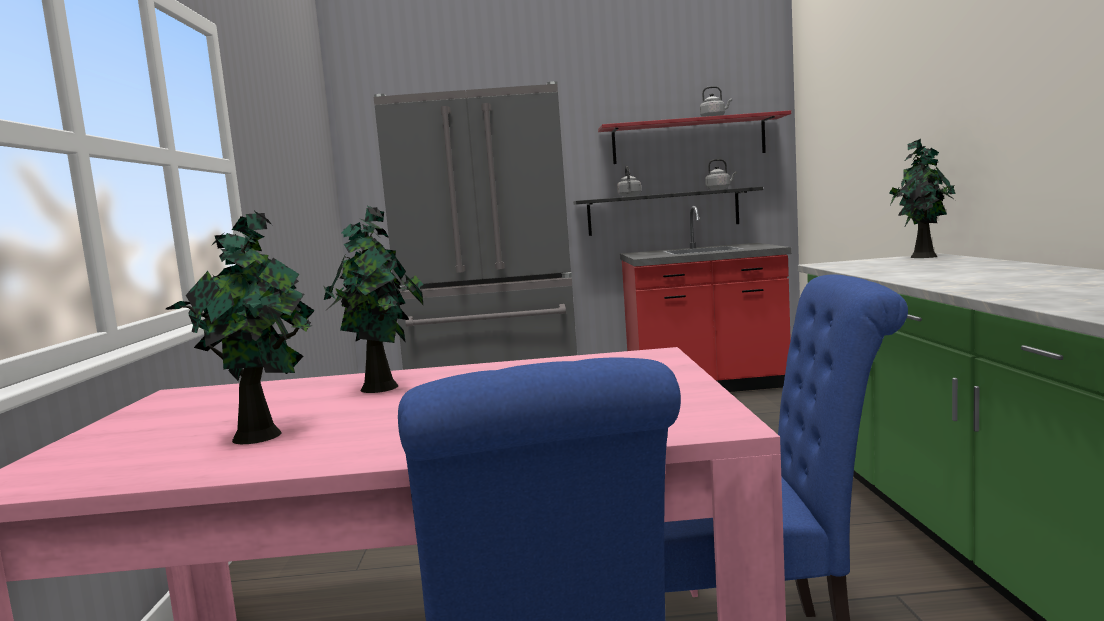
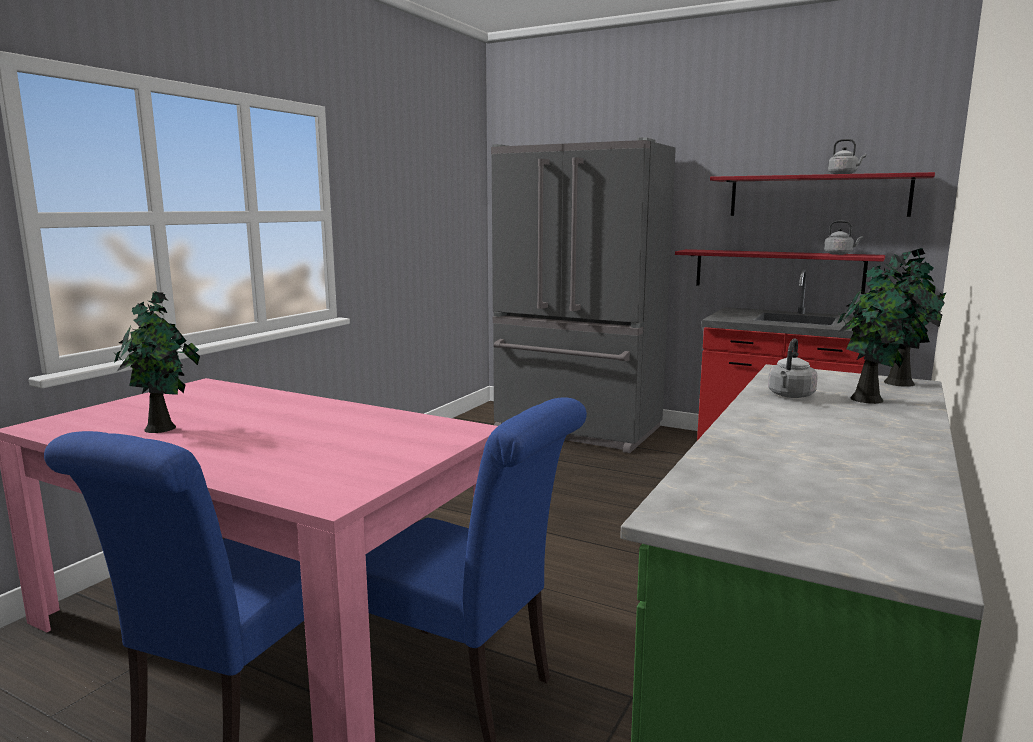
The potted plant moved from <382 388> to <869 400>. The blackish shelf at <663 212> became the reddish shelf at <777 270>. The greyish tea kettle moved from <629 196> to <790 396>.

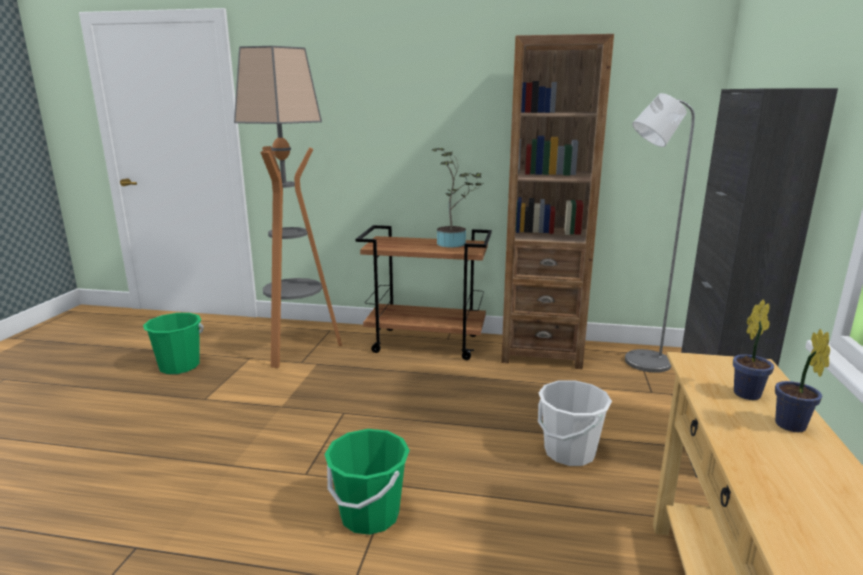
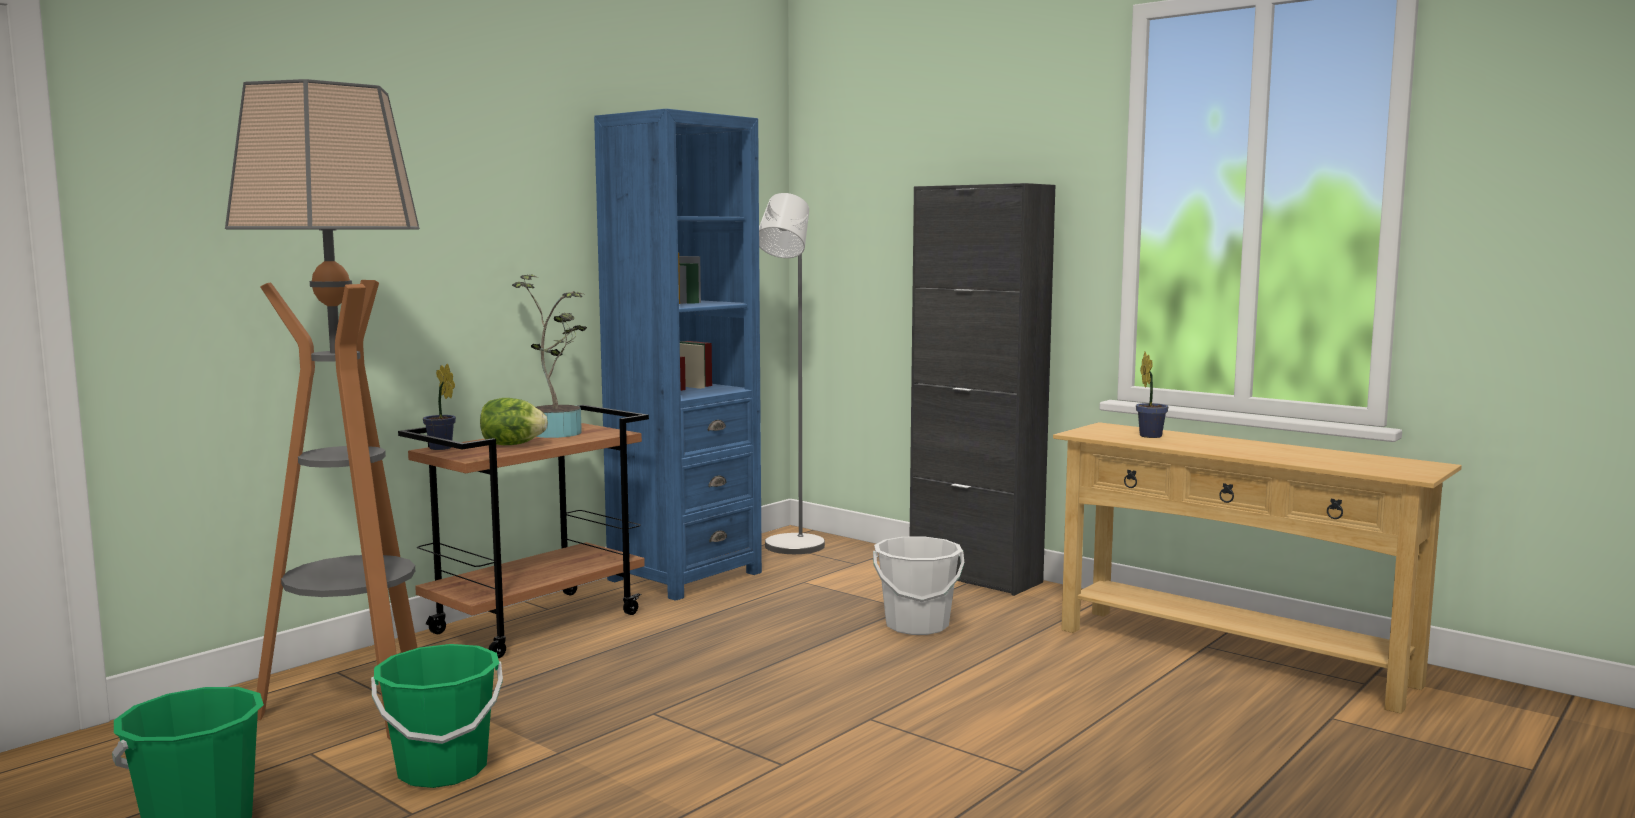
The green water bucket moved from <369 515> to <442 769>. The brown bookcase at <541 351> became the blue bookcase at <685 576>. The potted plant moved from <791 427> to <442 448>. The lettuce head at <512 445> appeared.

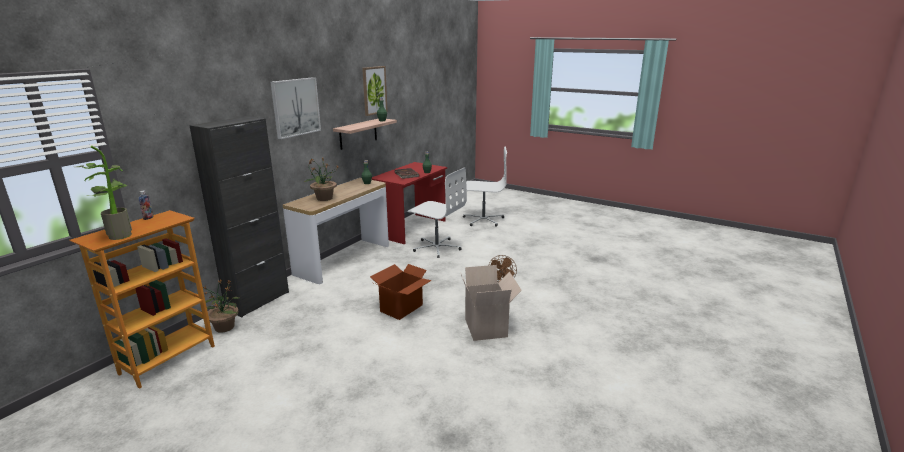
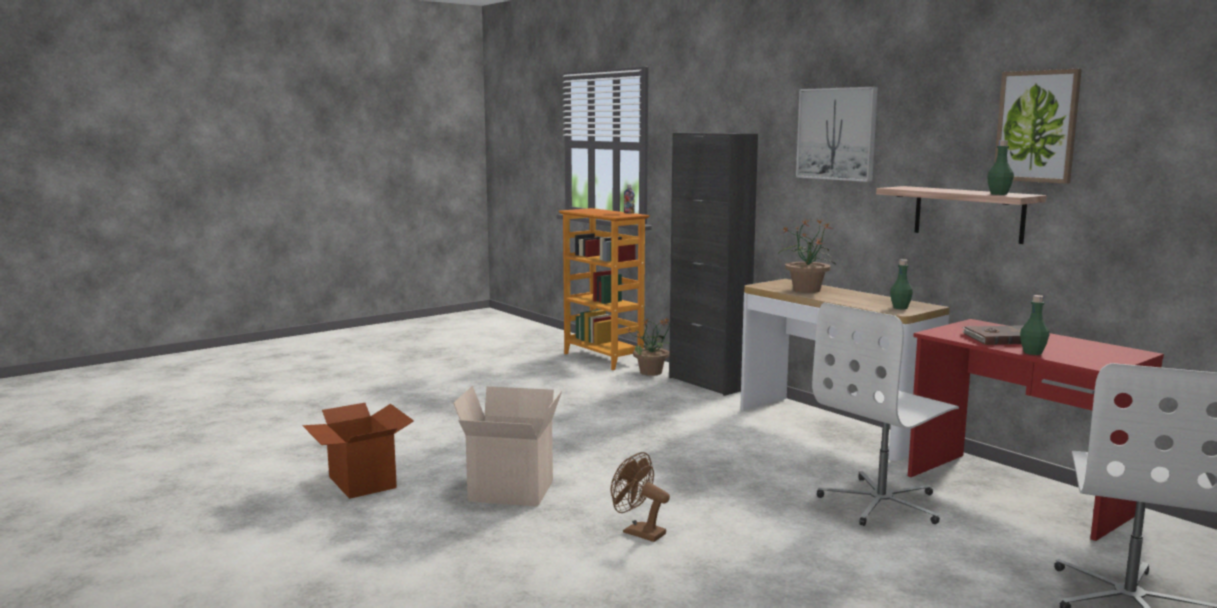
The potted plant at <118 235> disappeared. The carton moved from <402 308> to <361 482>.

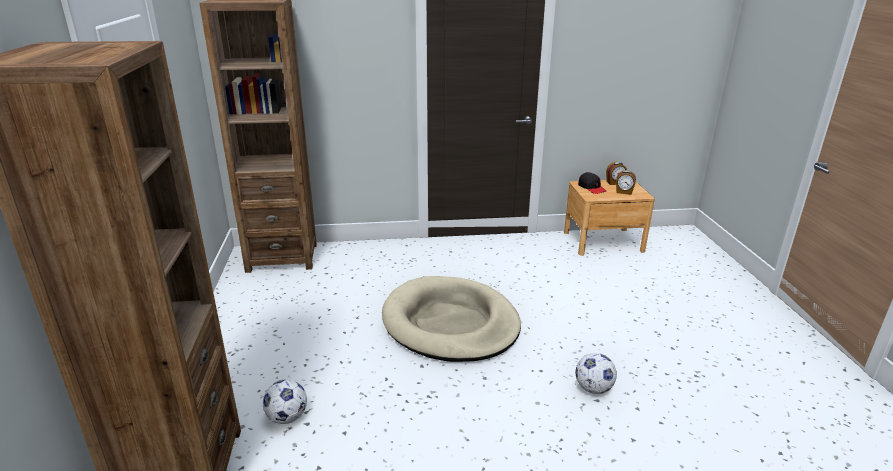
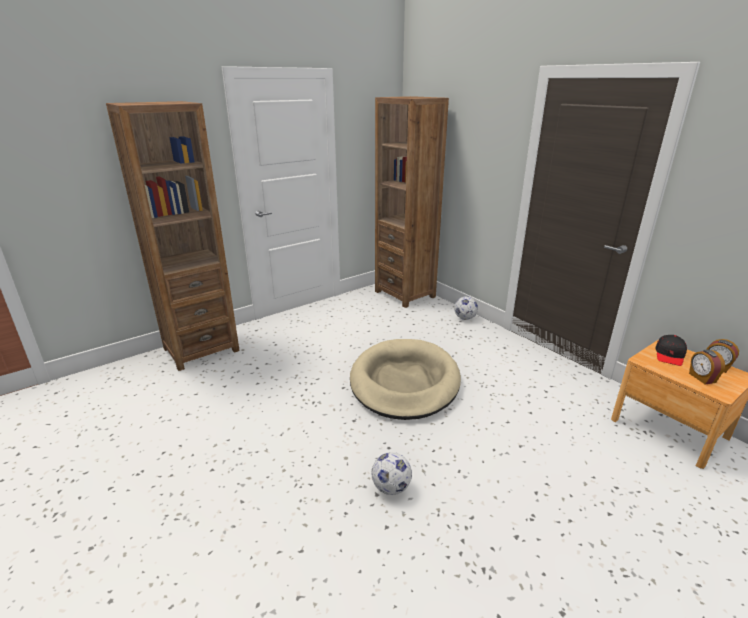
The football moved from <287 417> to <465 318>.

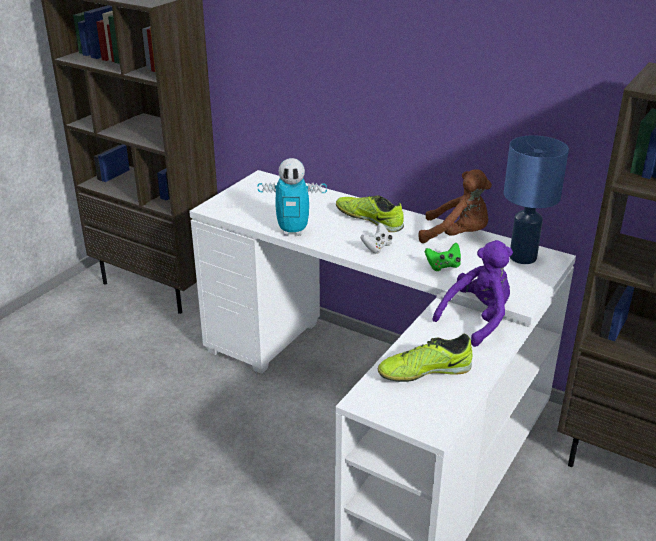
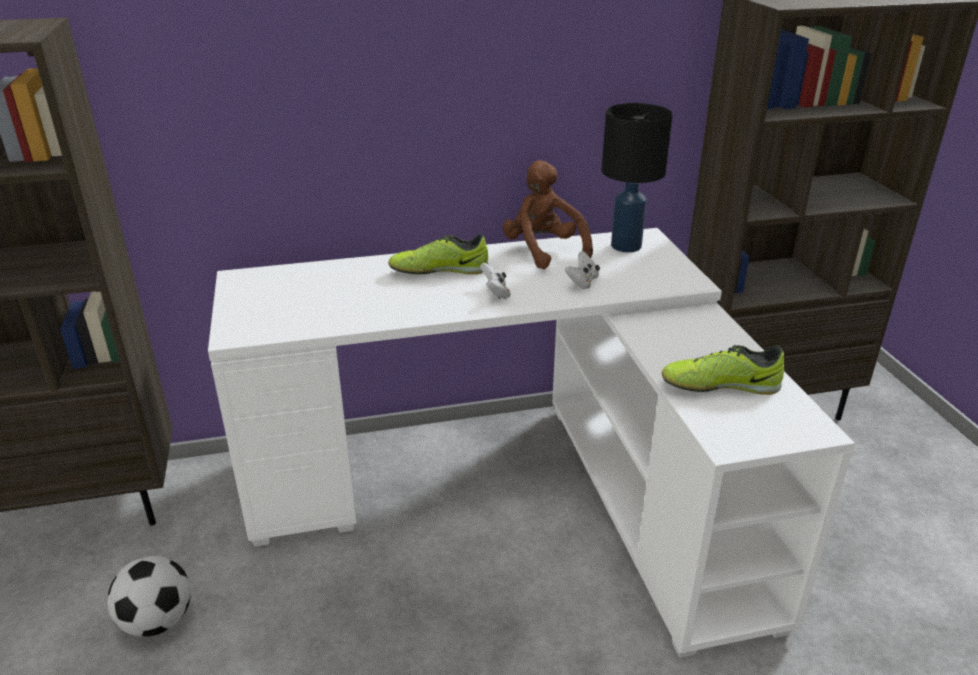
The model robot at <293 231> disappeared. The low shoe at <424 372> turned 60 degrees clockwise. The brown plush toy at <457 236> turned 90 degrees counterclockwise. The green gamepad at <443 266> became the white gamepad at <582 282>. The purplish plush toy at <477 320> disappeared. The blue tabletop lamp at <523 257> became the blackish tabletop lamp at <627 246>. The football at <158 621> appeared.

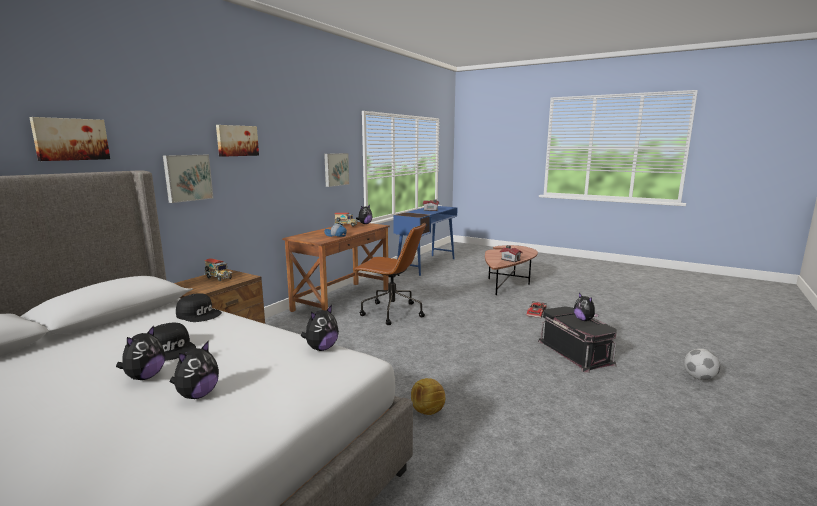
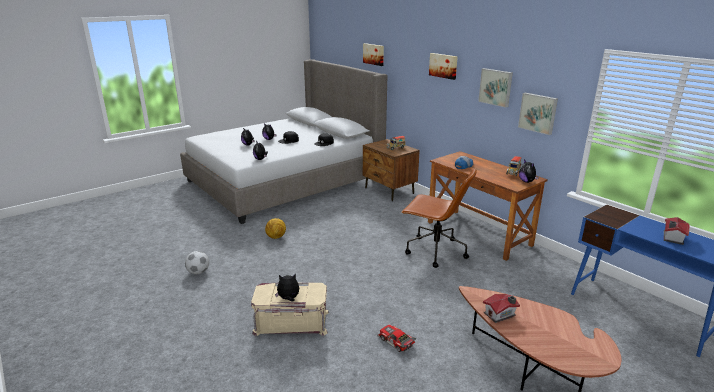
The picture moved from <187 177> to <496 87>. The brown computer chair at <391 313> turned 105 degrees counterclockwise. The blackish storage bin at <576 352> became the sand-coloured storage bin at <291 323>. The football moved from <699 378> to <198 272>.

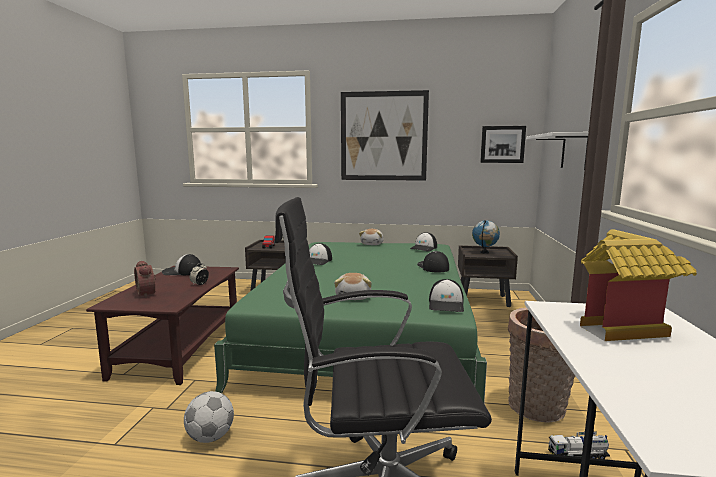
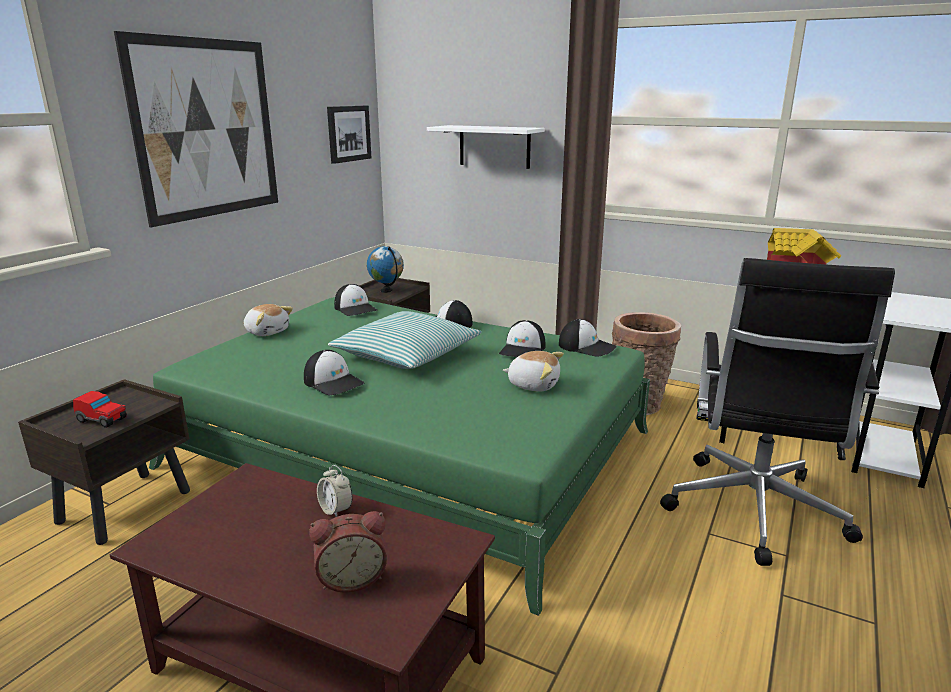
The baseball cap moved from <182 272> to <523 349>. The football at <211 437> disappeared. The cushion at <406 354> appeared.

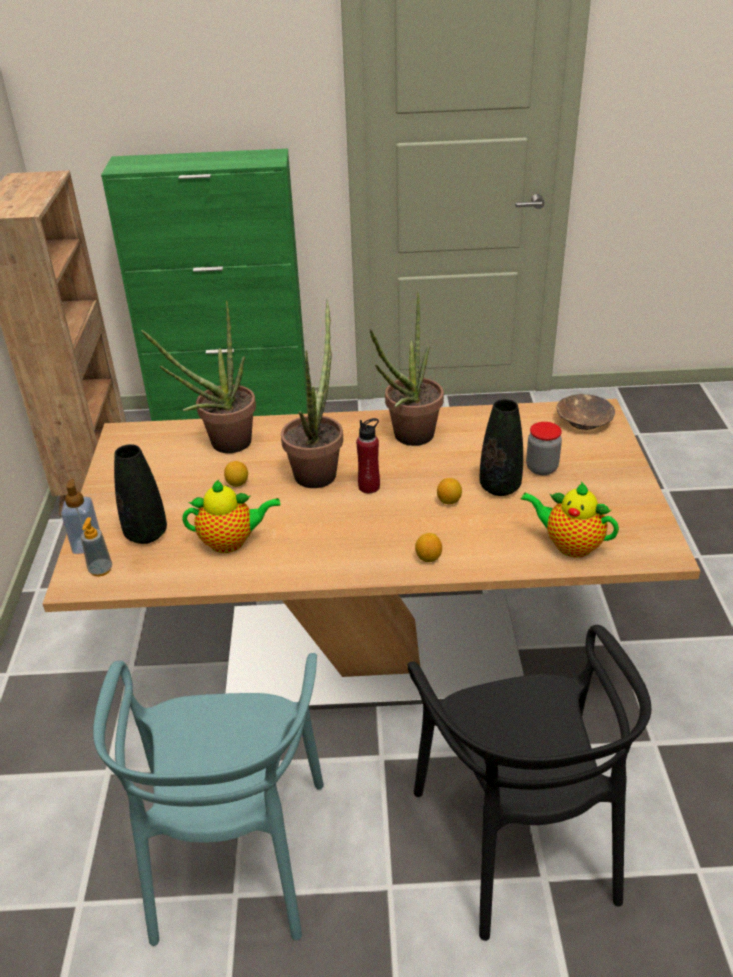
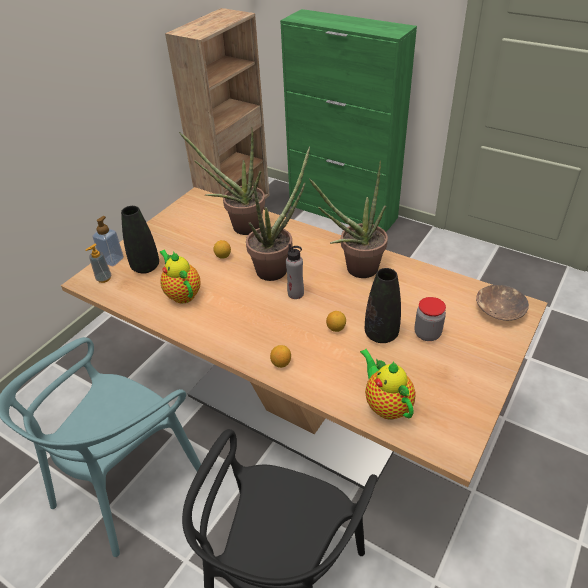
The pot for tea at <231 542> turned 150 degrees counterclockwise. The reddish bottle at <369 487> became the greyish bottle at <296 293>.

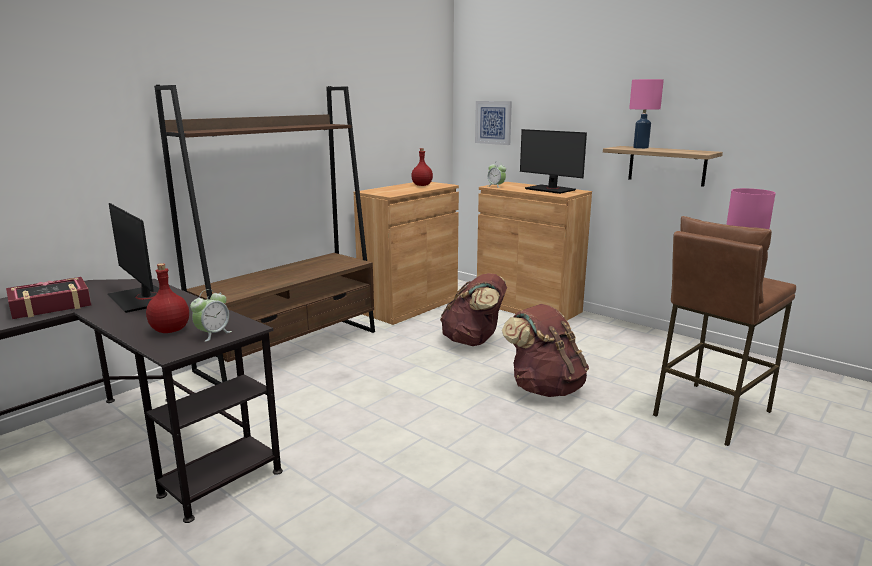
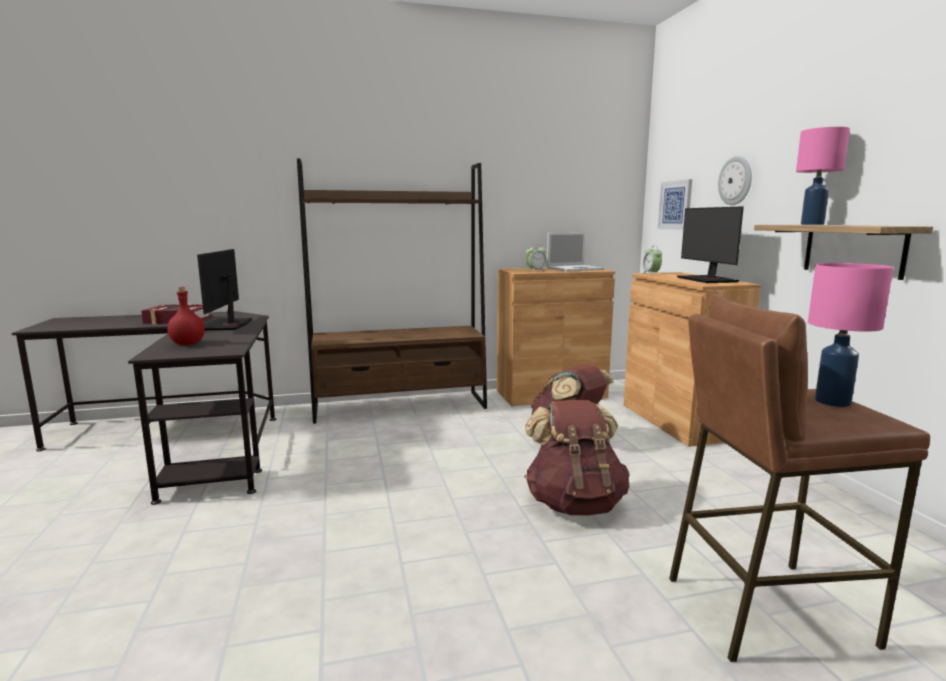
The table clock moved from <213 334> to <536 271>. The reddish bottle at <421 185> was replaced by the laptop at <575 269>. The wall clock at <735 181> appeared.

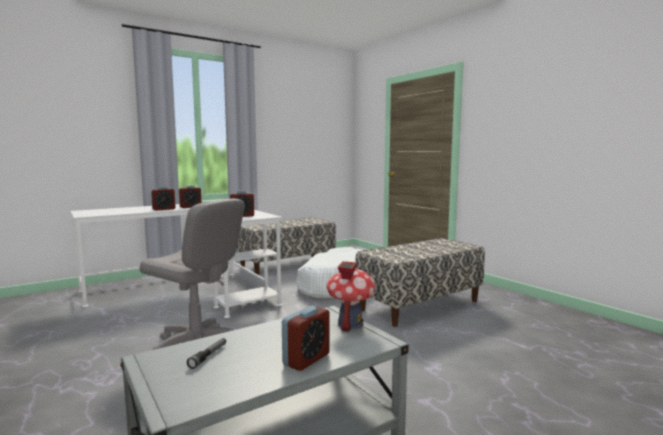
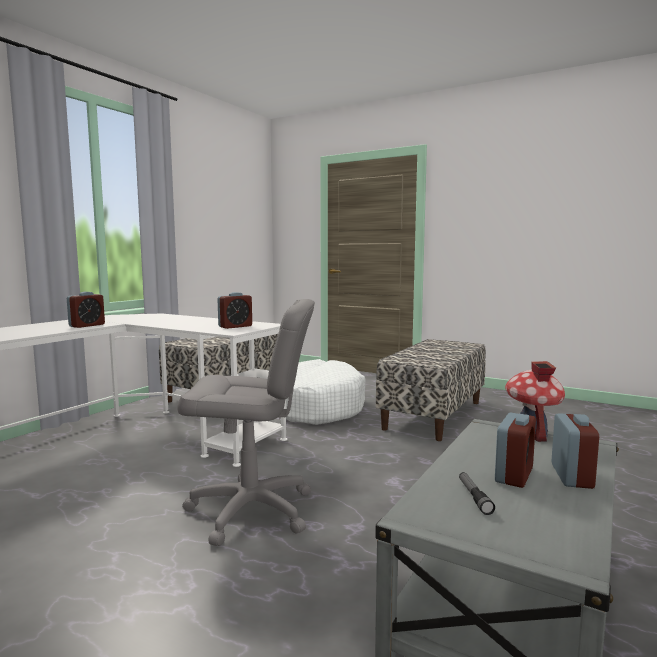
The table clock moved from <190 207> to <514 475>.

